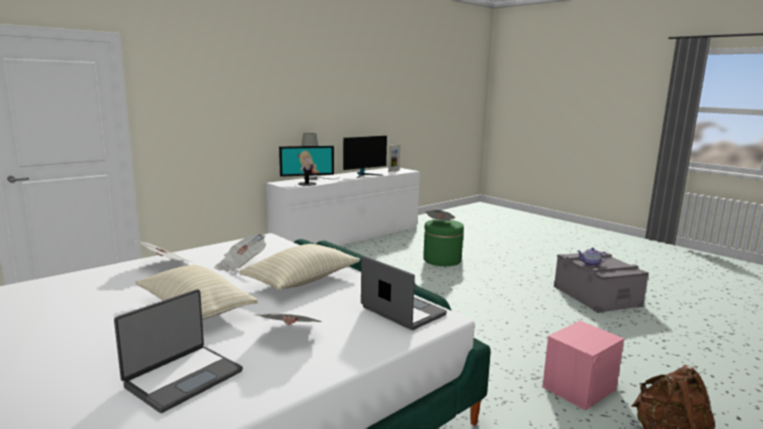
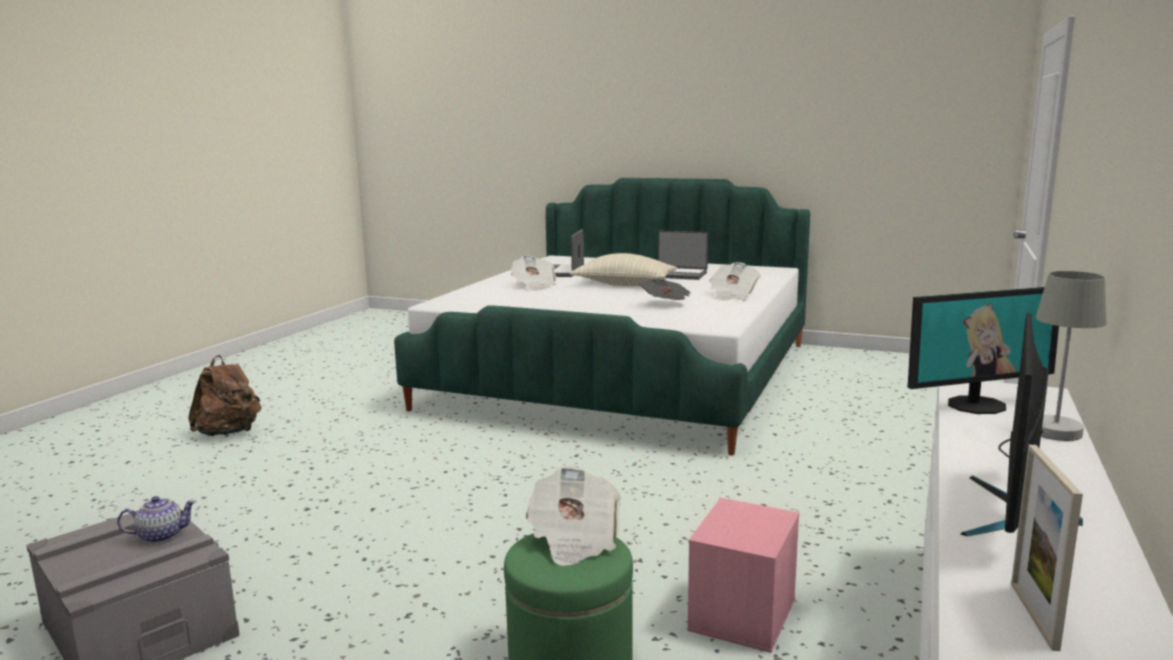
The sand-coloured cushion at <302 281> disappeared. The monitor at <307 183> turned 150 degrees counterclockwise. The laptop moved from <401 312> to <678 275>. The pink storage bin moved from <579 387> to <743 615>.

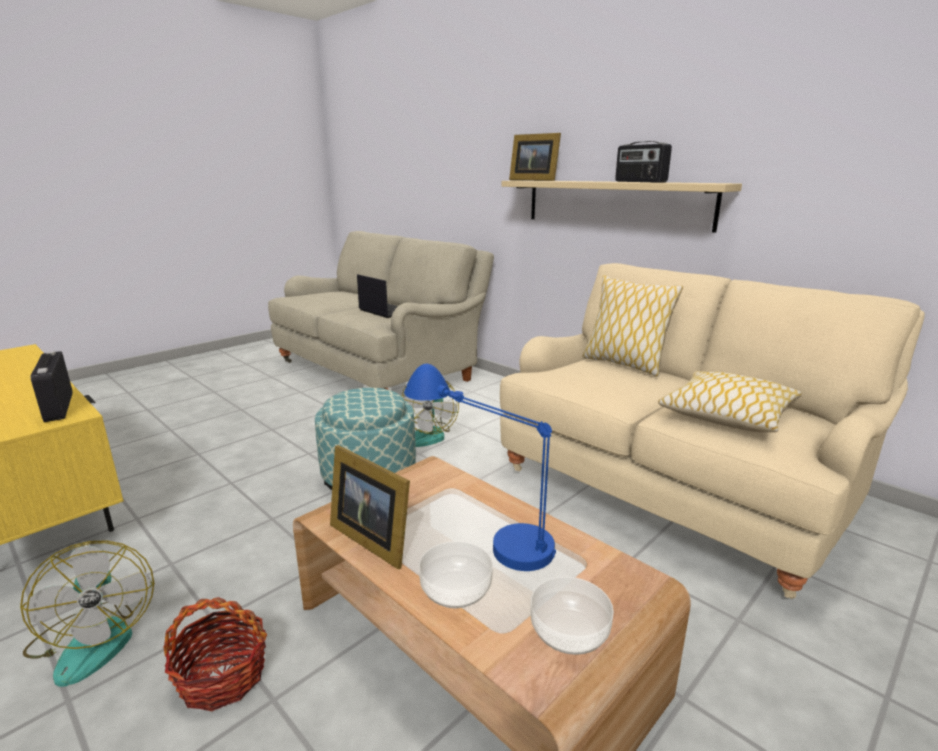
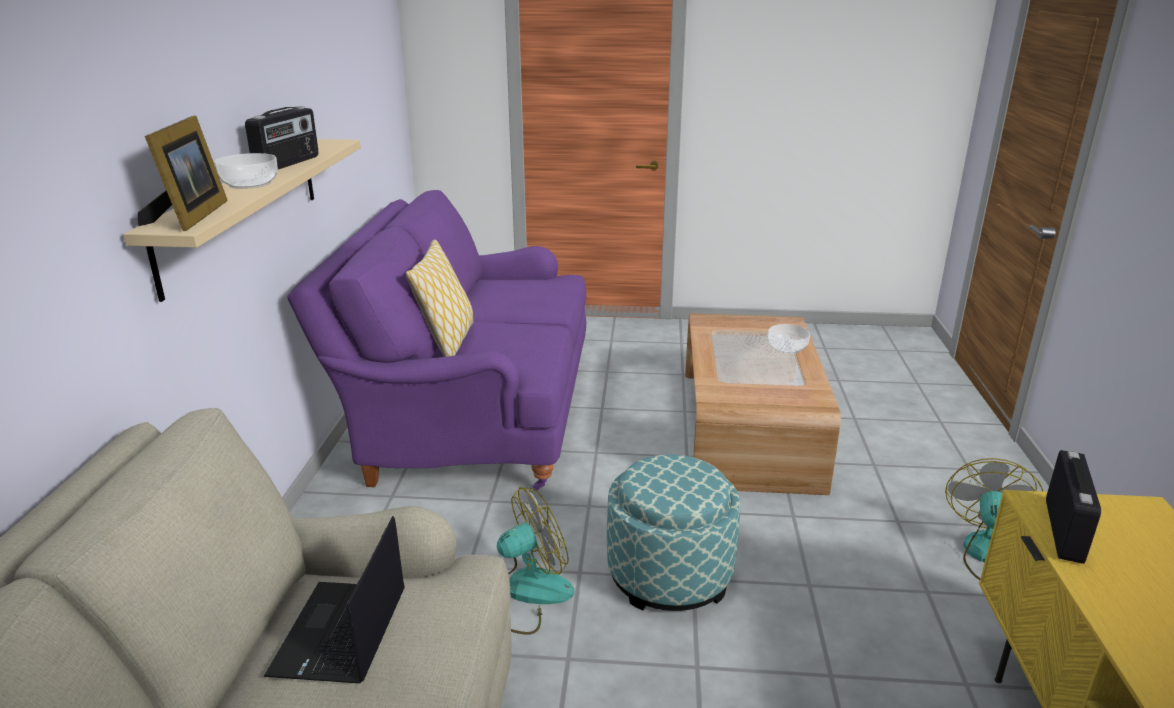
The storage basket at <222 676> disappeared. The photo frame at <372 537> disappeared. The blue tabletop lamp at <480 528> disappeared. The sand-coloured couch at <675 487> became the purplish couch at <470 414>. The bowl moved from <570 631> to <249 183>. The cushion at <727 415> disappeared.

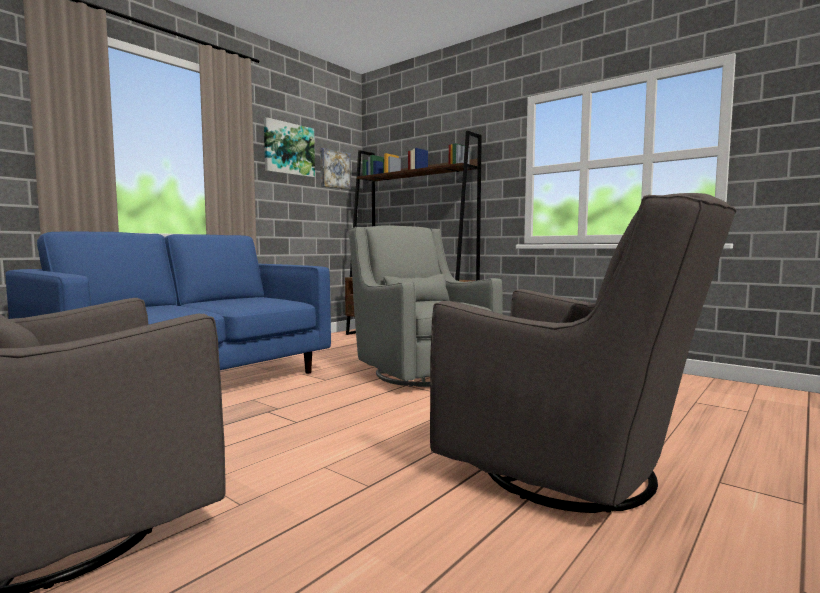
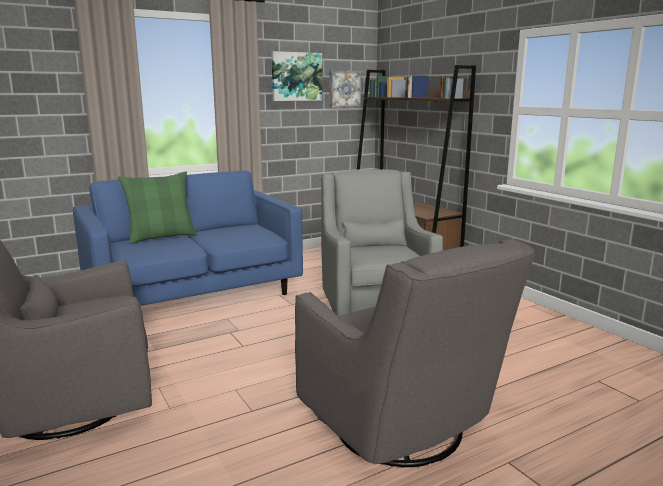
The green cushion at <161 237> appeared.

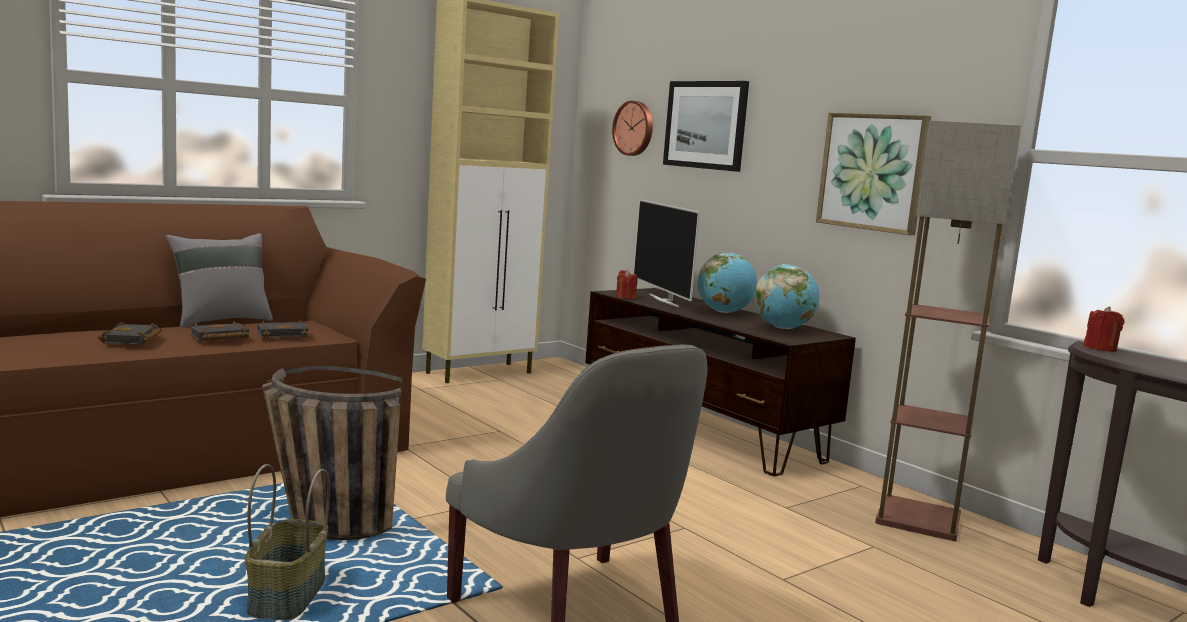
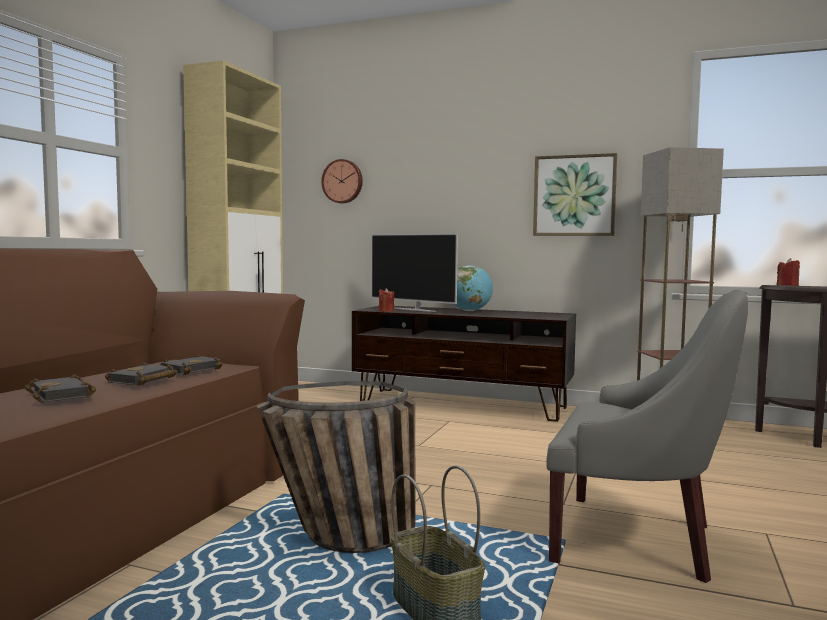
The greyish cushion at <221 321> disappeared. The picture at <705 125> disappeared. The globe at <783 328> disappeared.

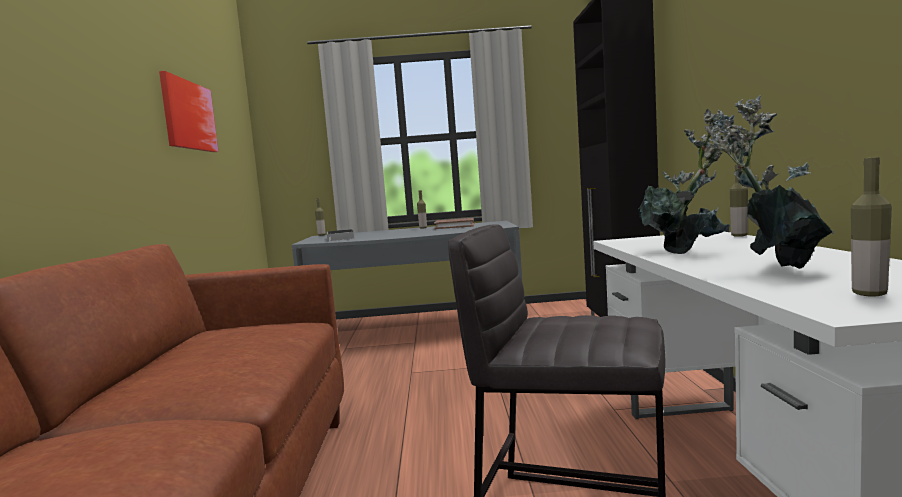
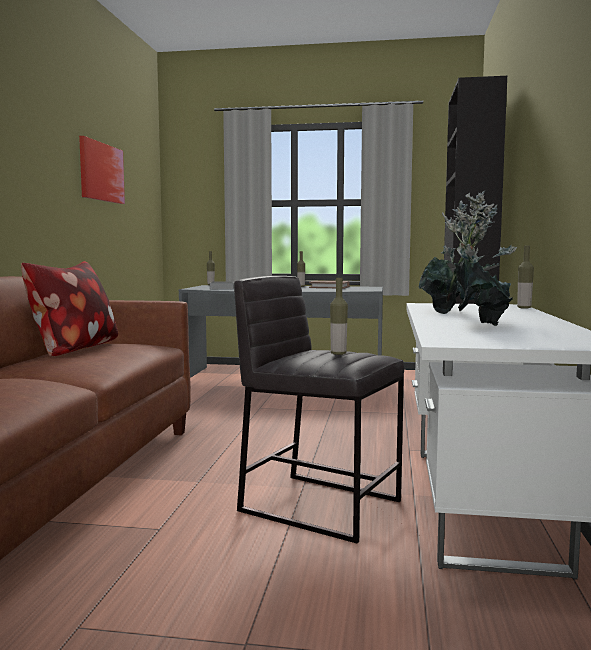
The bottle moved from <869 294> to <338 354>. The cushion at <73 350> appeared.

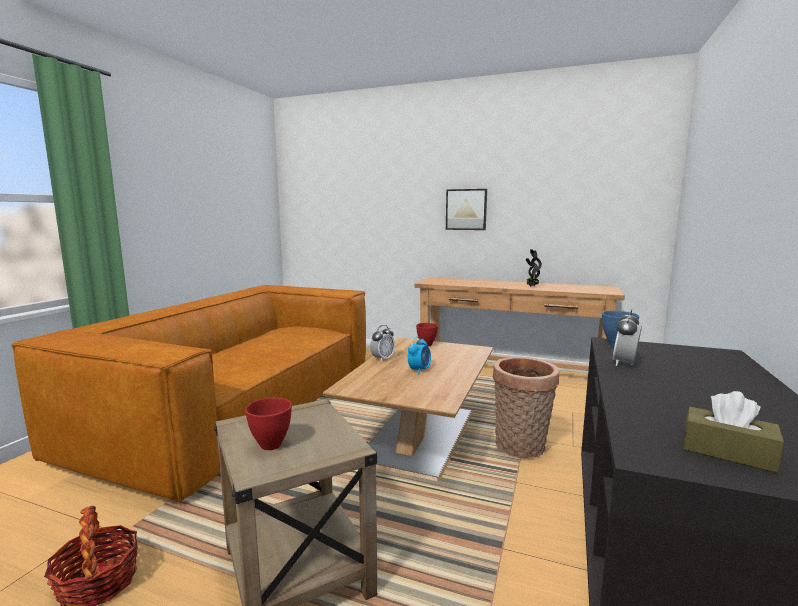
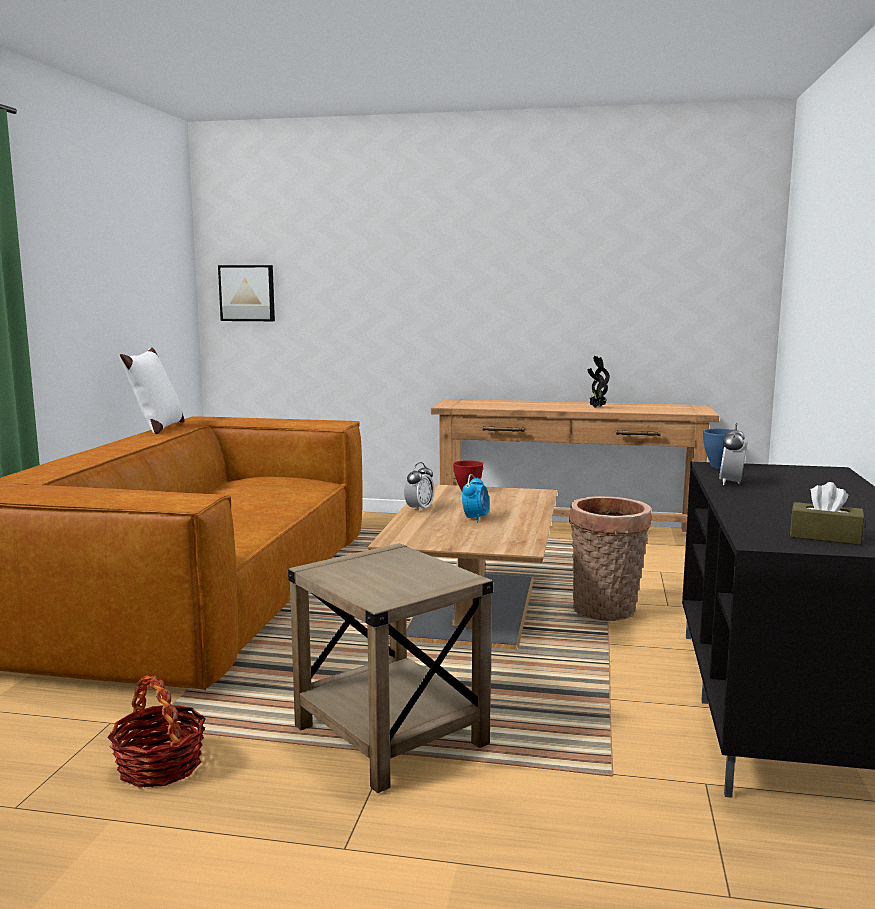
The reddish bowl at <272 445> disappeared. The picture moved from <466 209> to <247 293>. The white cushion at <157 428> appeared.

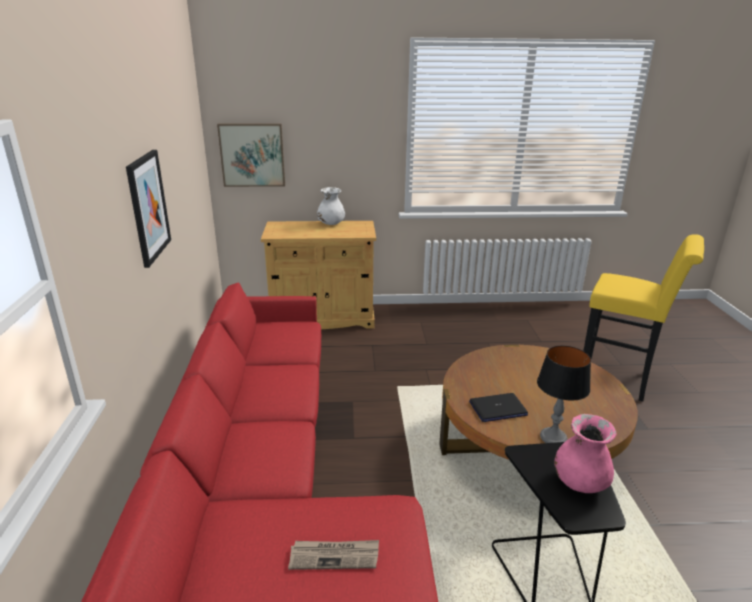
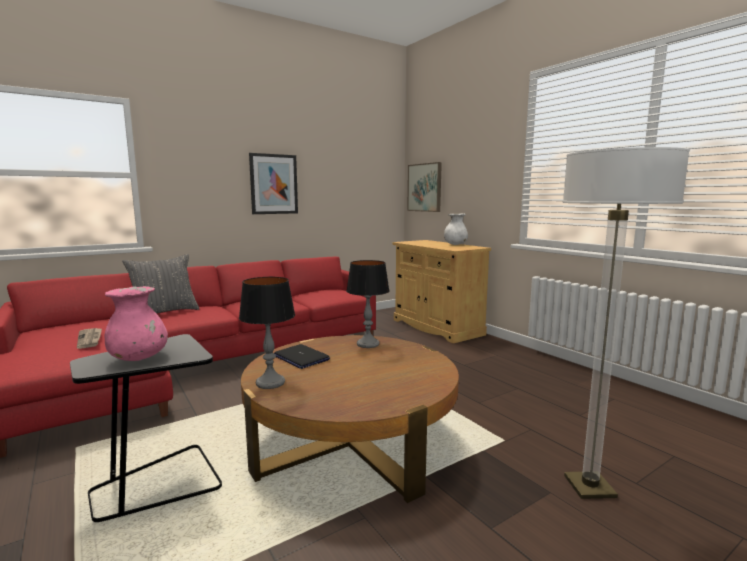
The yellowish stool seat at <620 380> was replaced by the floor lamp at <589 487>. The greyish cushion at <164 312> appeared. The tabletop lamp at <367 344> appeared.

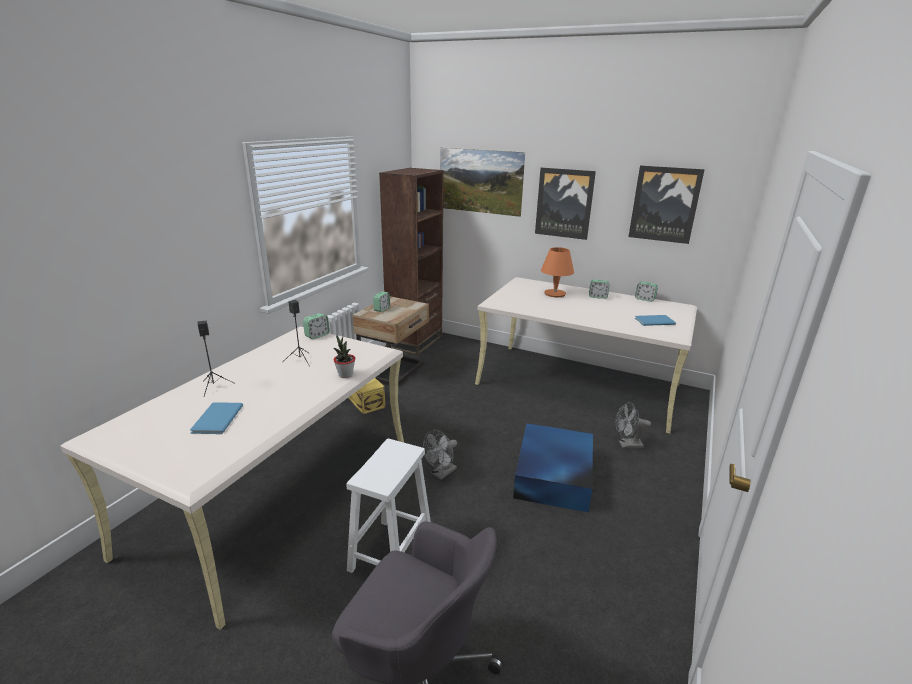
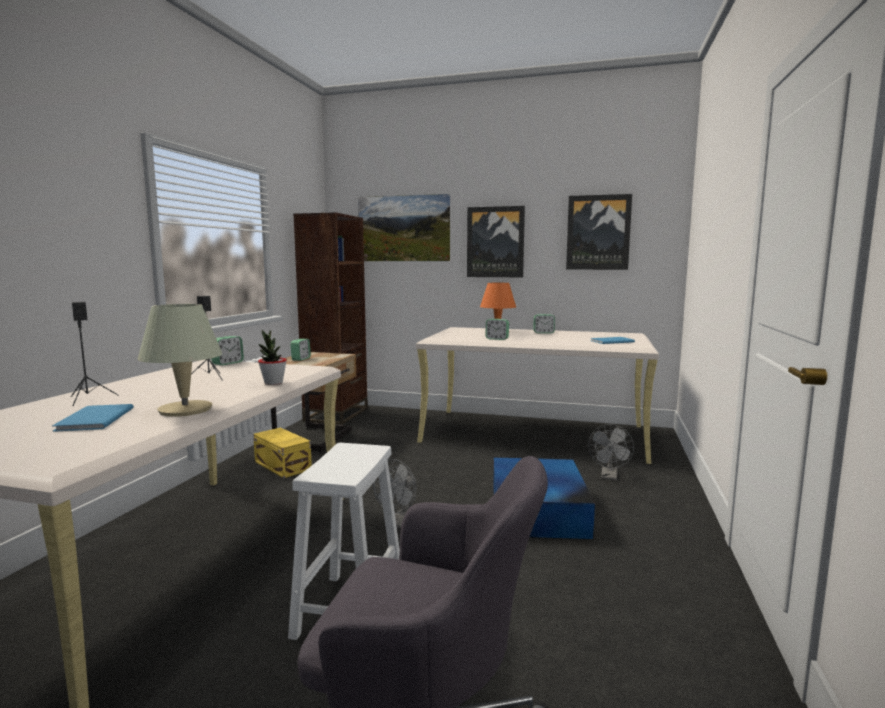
The greyish fan at <627 445> turned 60 degrees counterclockwise. The table clock moved from <644 299> to <497 339>. The sand-coloured tabletop lamp at <186 410> appeared.

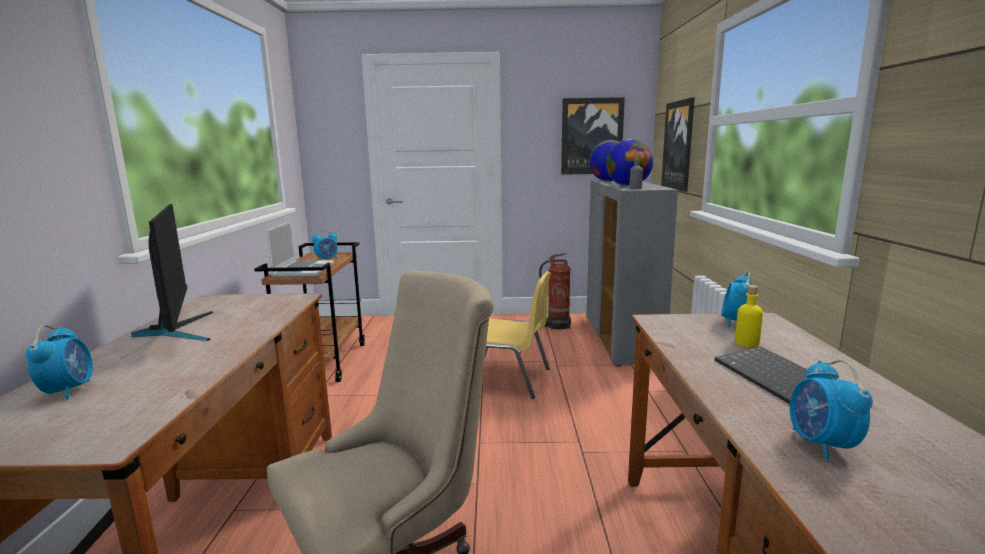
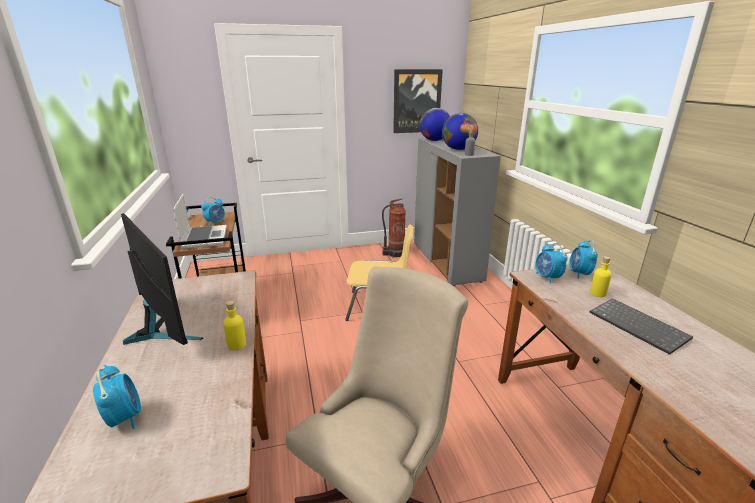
The picture at <679 145> disappeared. The table clock moved from <821 445> to <547 278>. The yellowish bottle at <237 344> appeared.

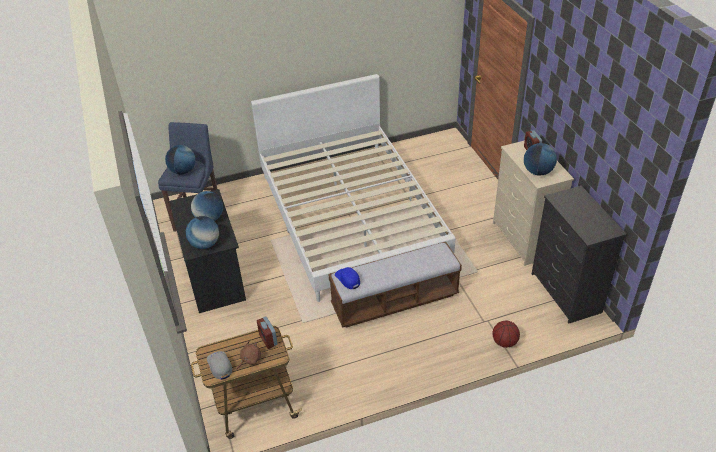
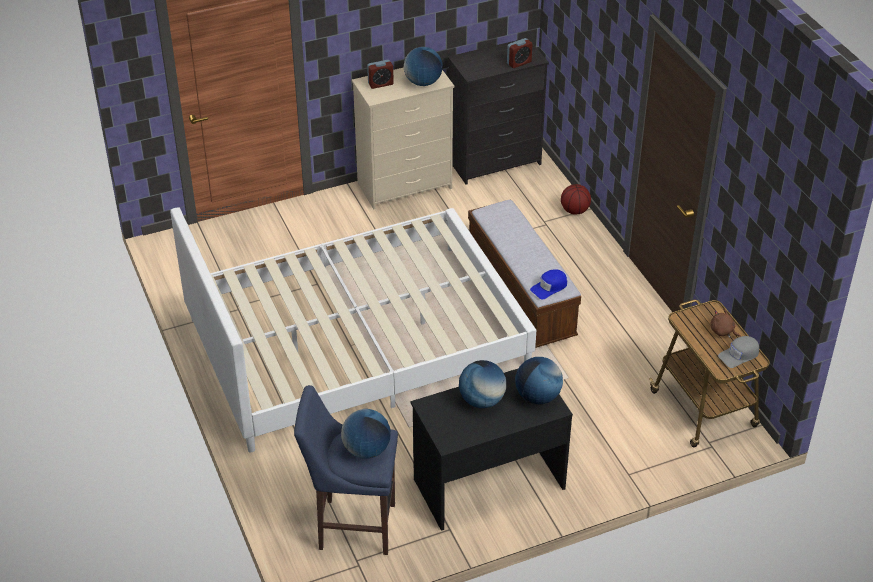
The table clock moved from <268 340> to <519 63>.

